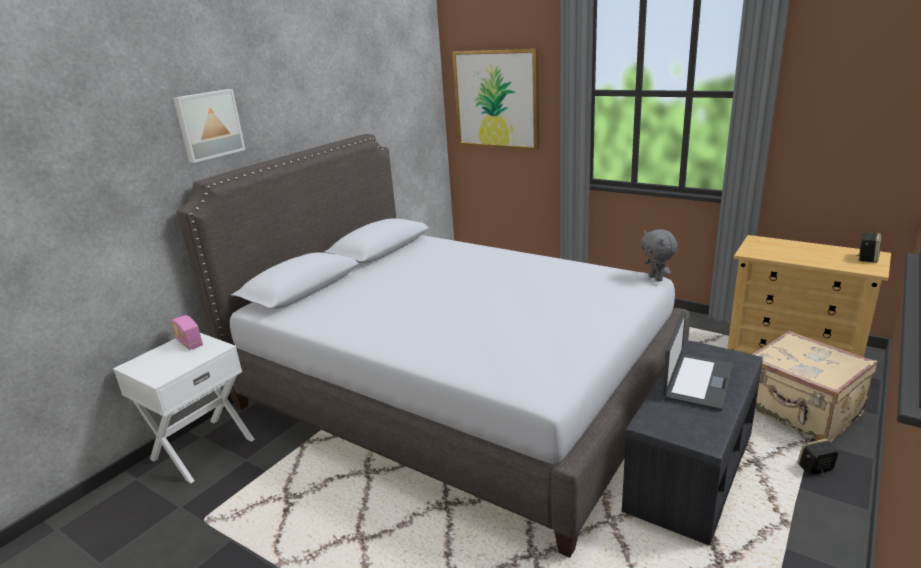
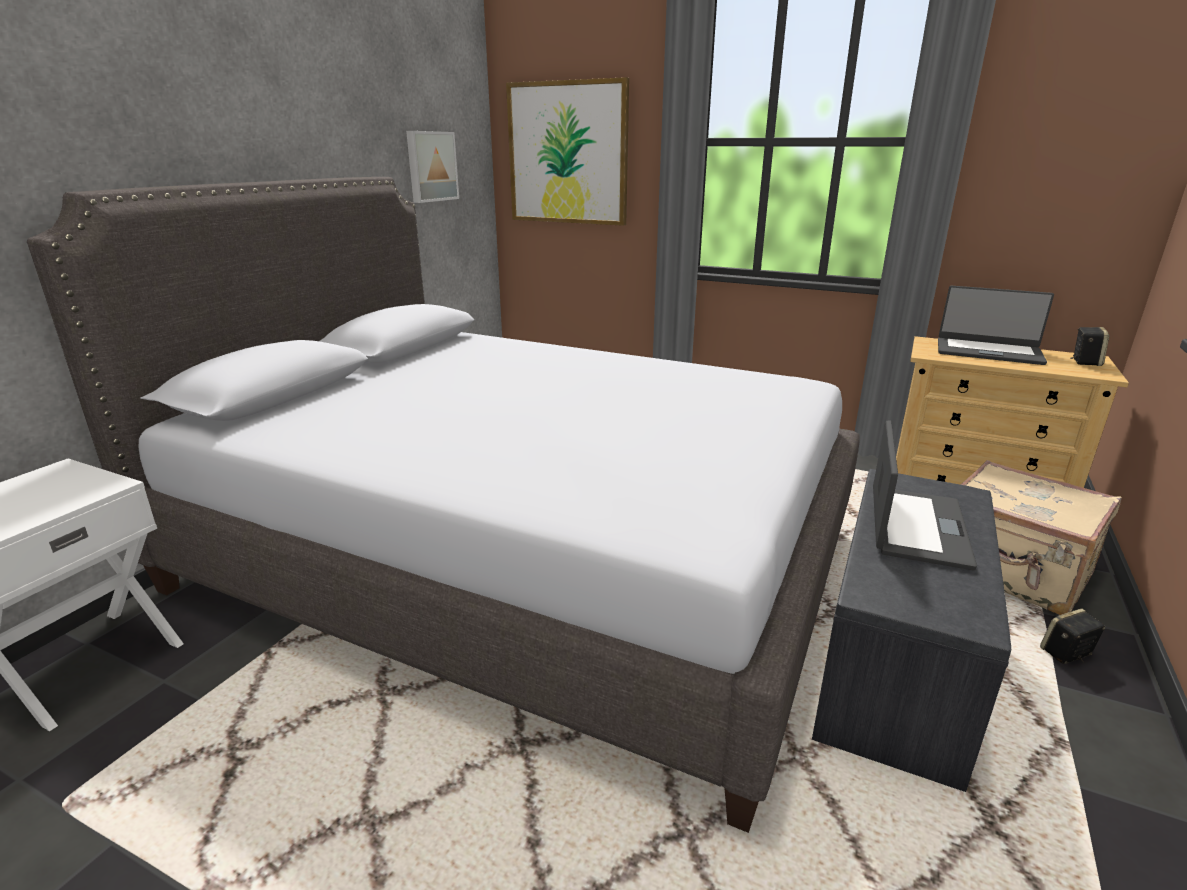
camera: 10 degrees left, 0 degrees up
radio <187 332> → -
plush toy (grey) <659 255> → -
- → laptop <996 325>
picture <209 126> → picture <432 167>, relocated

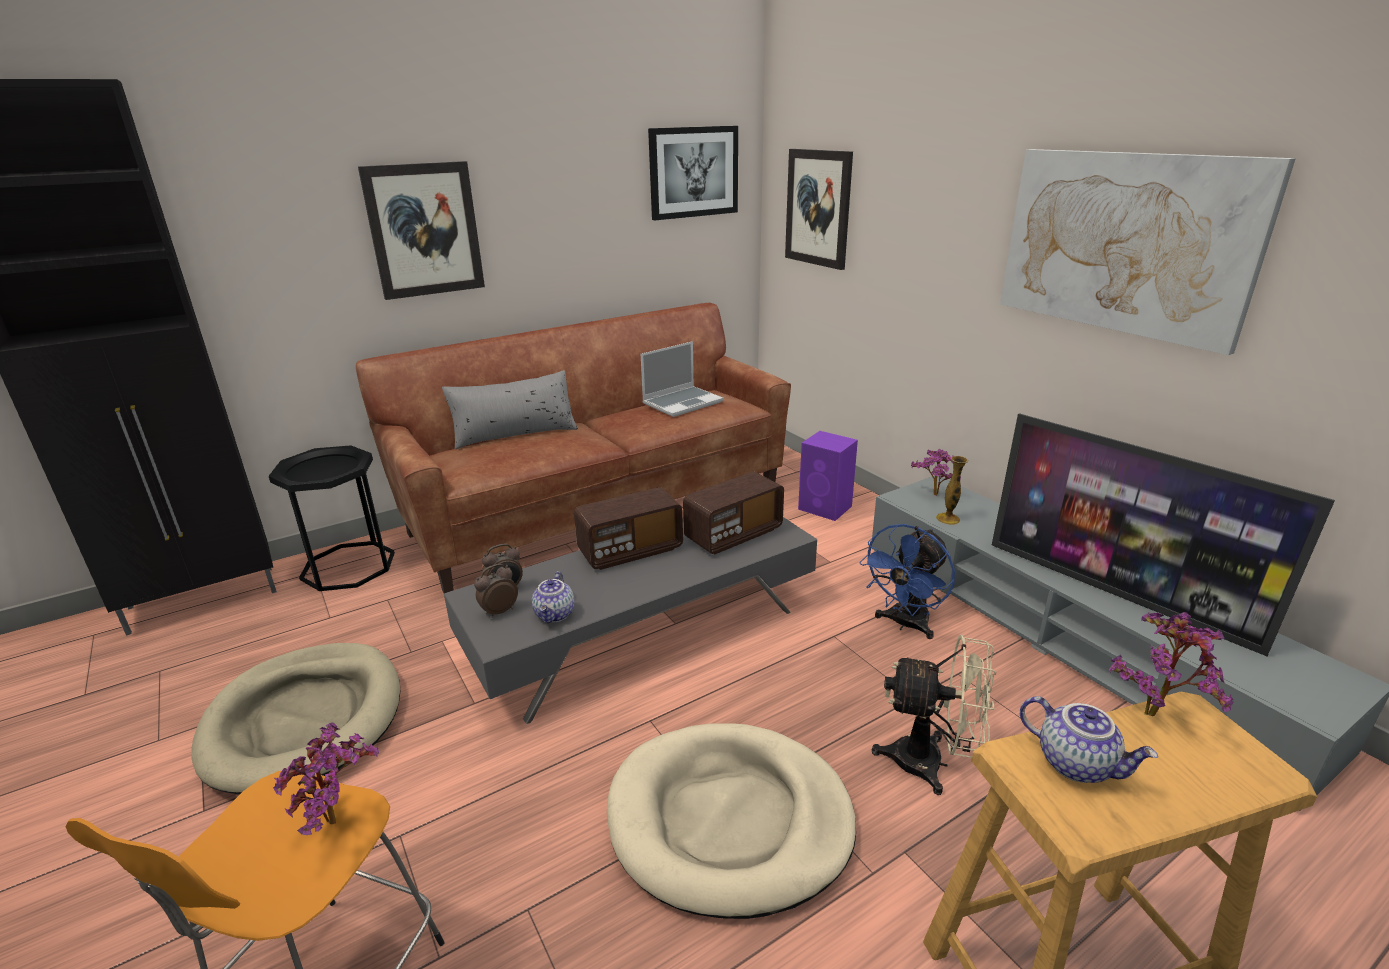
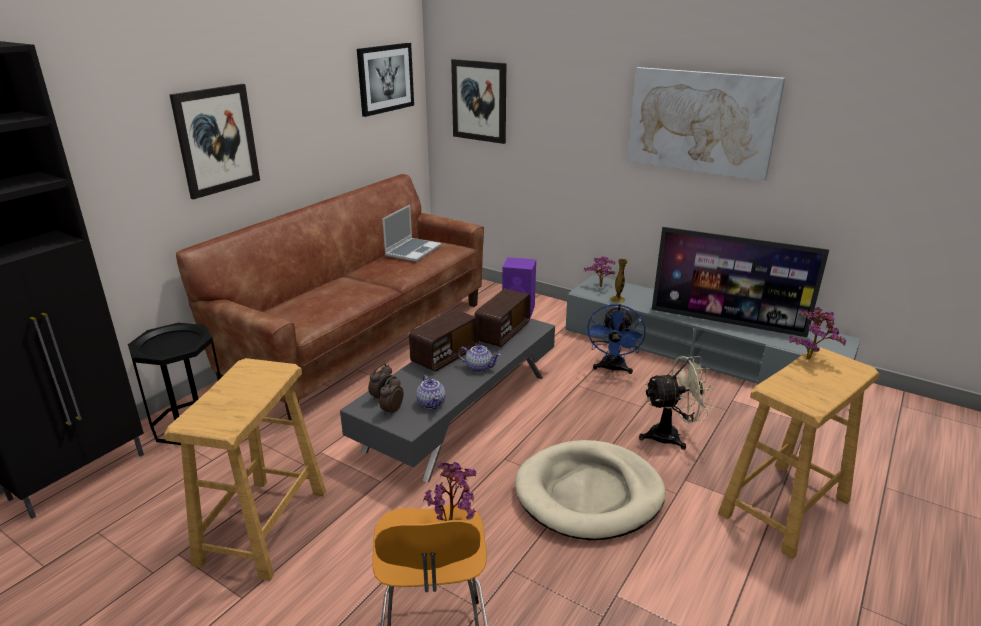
camera: 25 degrees left, 0 degrees up
pillow (grey) <510 409> → -
teapot <1089 739> → teapot <479 358>, relocated
dog bed (beige) <296 719> → stool (beige) <245 469>

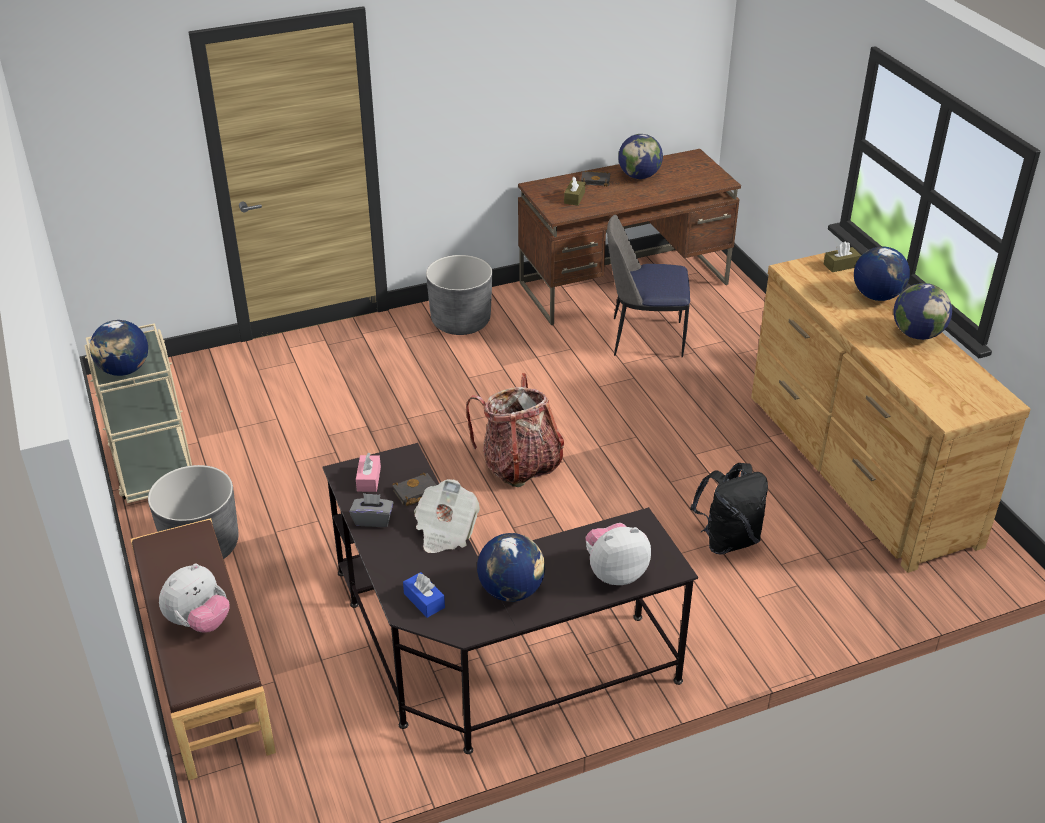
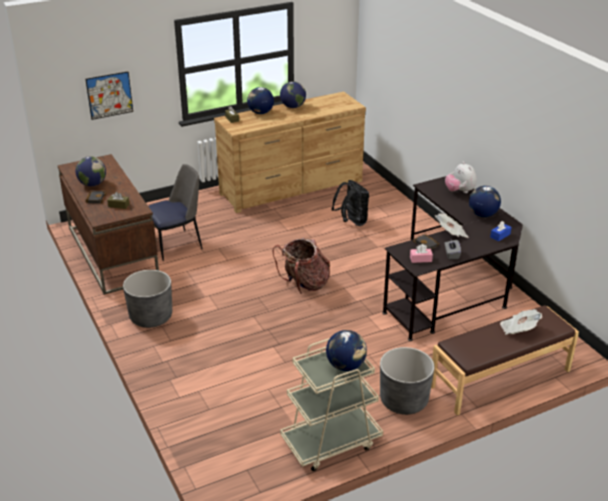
camera: 95 degrees left, 5 degrees down
- → picture <109 95>
plush toy <194 598> → newspaper <521 322>
chair <648 286> → chair <175 213>, 120 degrees counterclockwise

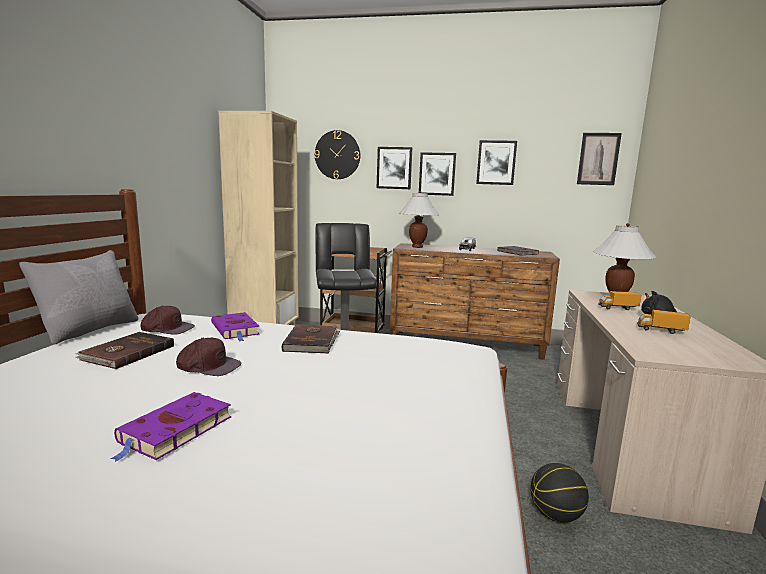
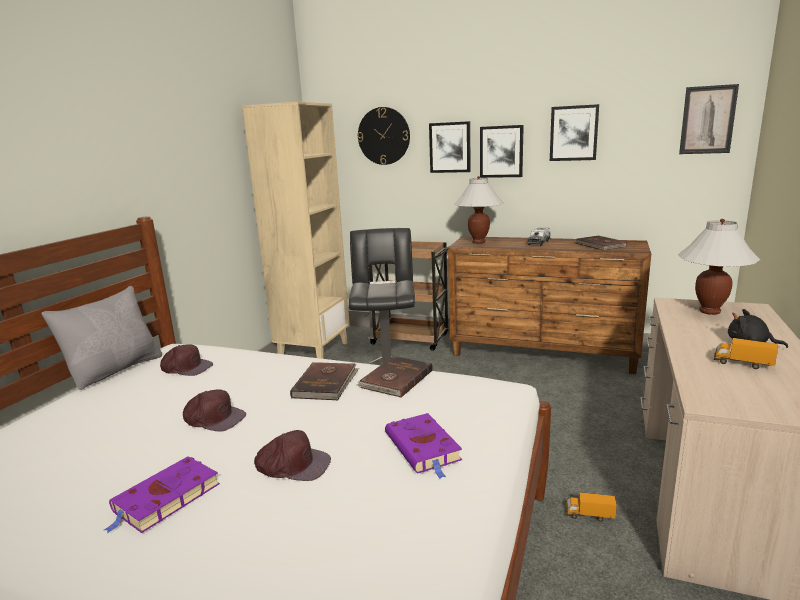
camera: 10 degrees right, 5 degrees up
basketball <559 493> → -
- → cap (brown) <292 455>
book (brown) <124 350> → book (brown) <395 377>, relocated
book (purple) <235 327> → book (purple) <423 446>, relocated
toy truck <619 300> → toy truck <591 507>, relocated

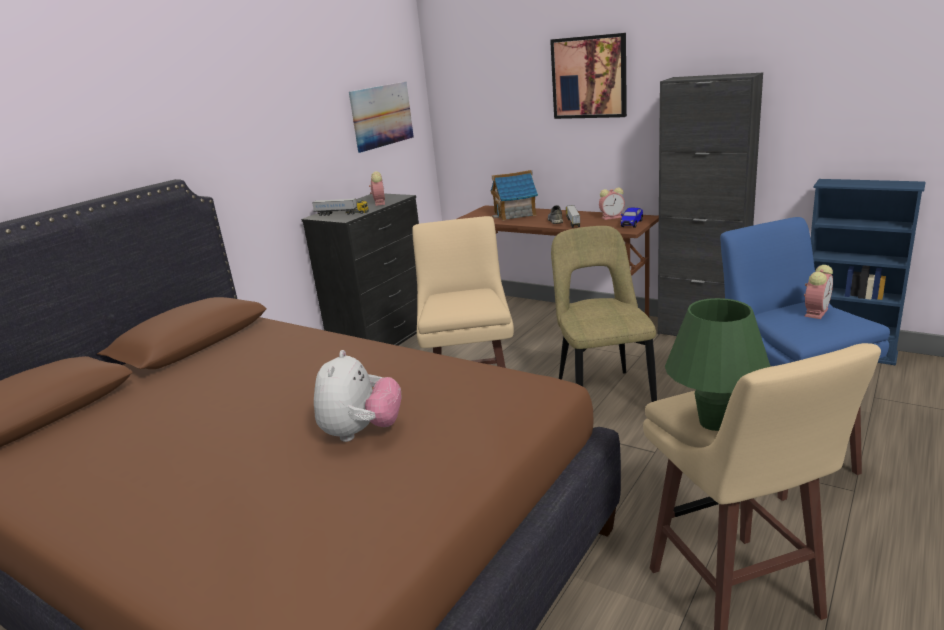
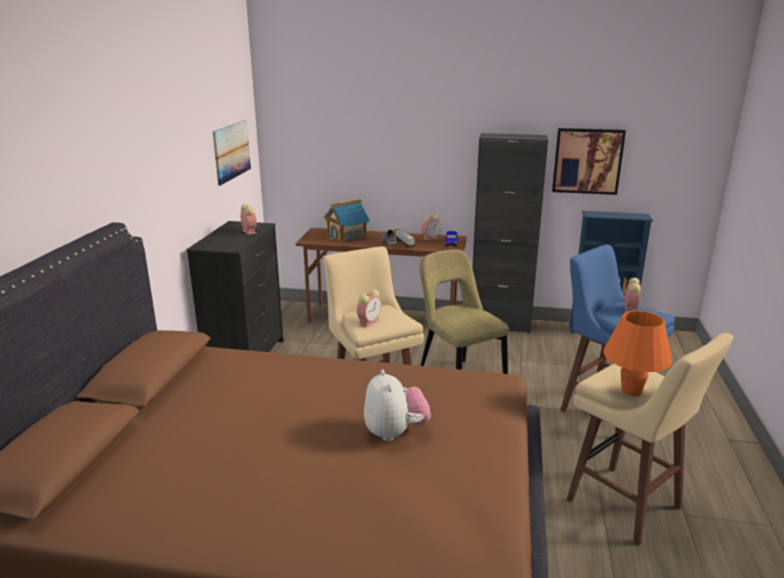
camera: 25 degrees left, 0 degrees up
toy truck <340 207> → -
- → alarm clock <369 308>
picture <588 76> → picture <589 161>, relocated
table lamp (green) <718 364> → table lamp (orange) <637 353>

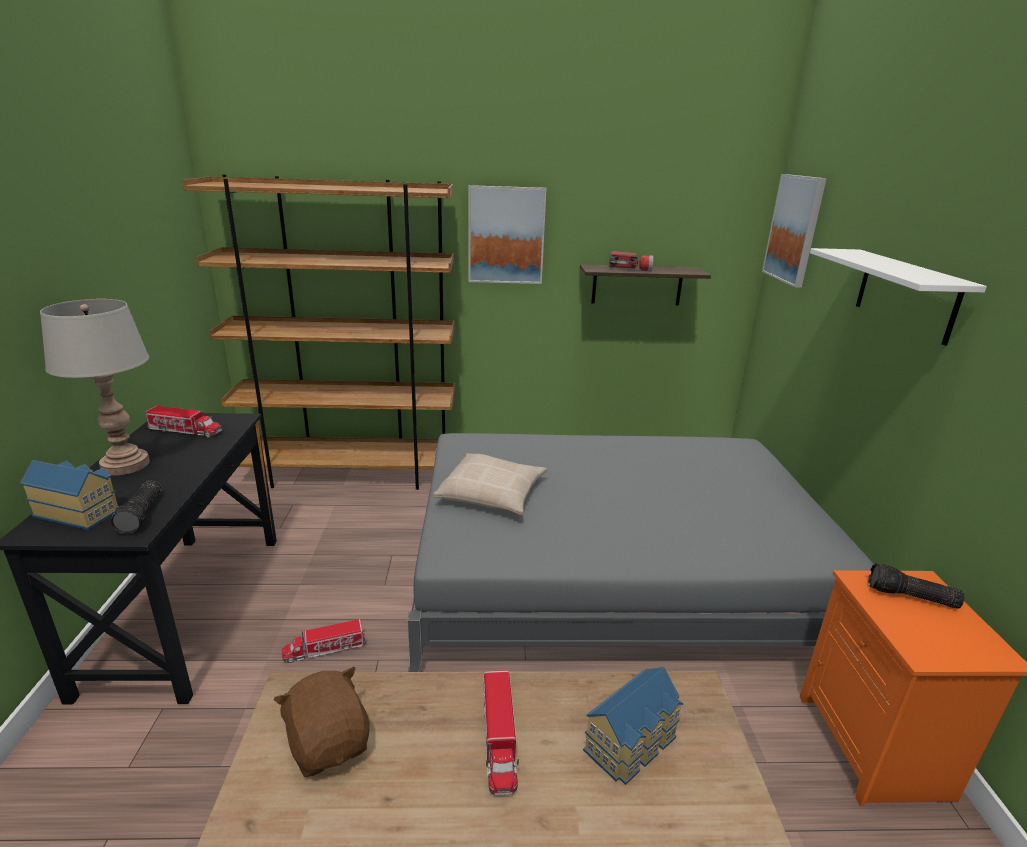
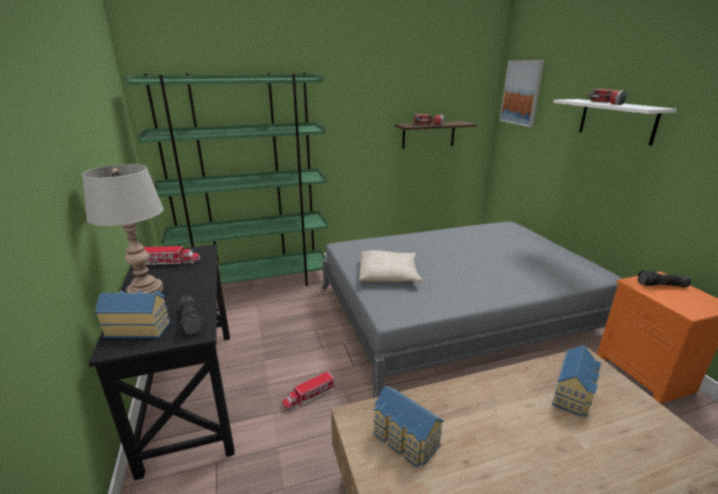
camera: 15 degrees left, 0 degrees up
picture <507 234> → -
toy truck <501 732> → -
- → flashlight <606 97>
plush toy (brown) <321 722> → toy house <408 426>
bookcase (brown) <318 332> → bookcase (green) <226 179>

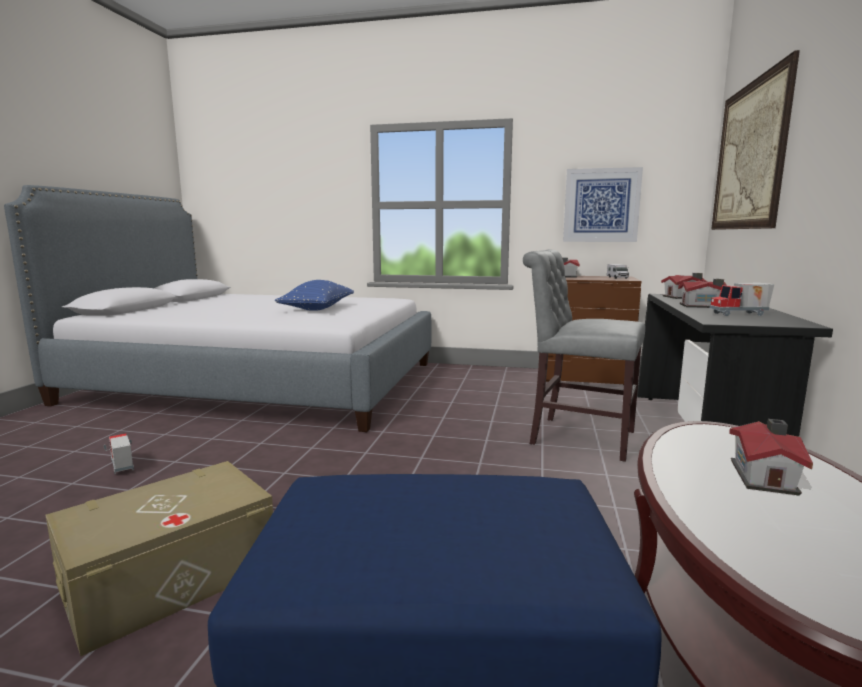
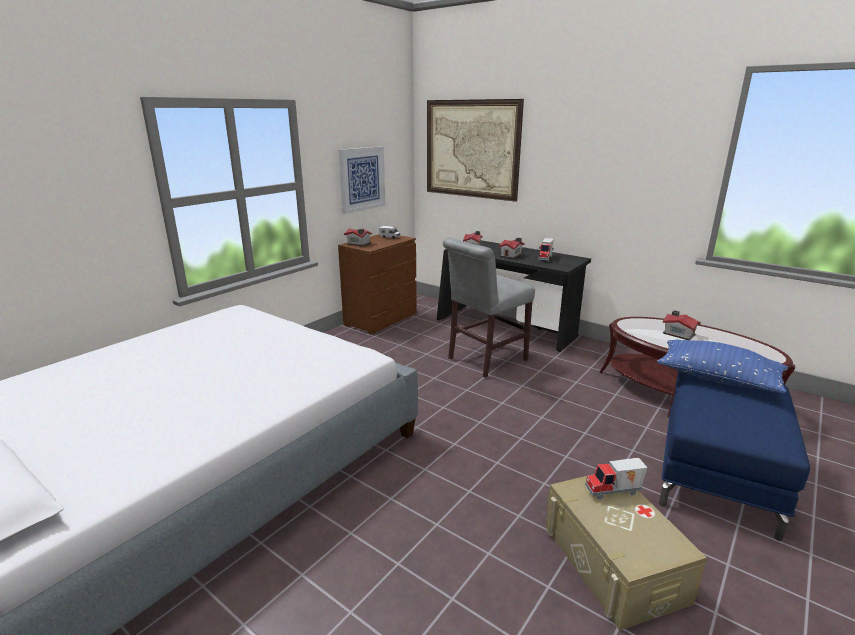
camera: 65 degrees left, 10 degrees up
toy truck <119 454> → toy truck <616 479>, relocated
pillow (blue) <314 295> → pillow (blue) <722 366>, relocated

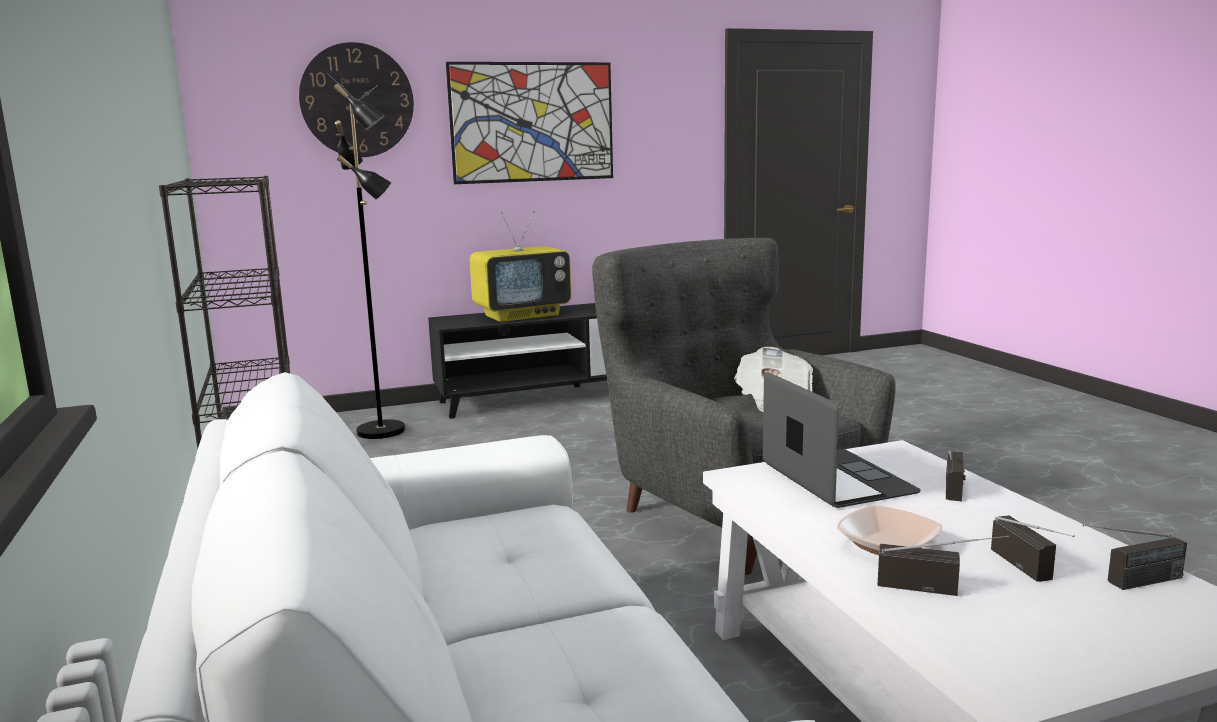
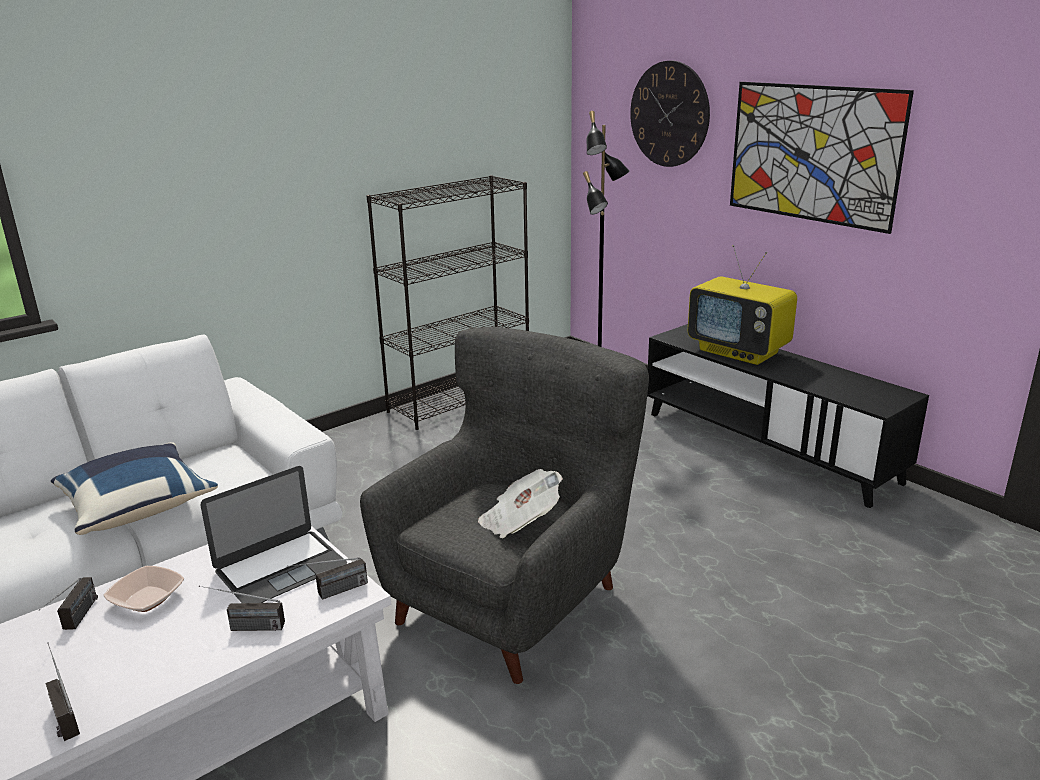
camera: 70 degrees right, 10 degrees up
- → pillow (blue) <134 488>
radio <1032 548> → radio <327 578>, relocated

